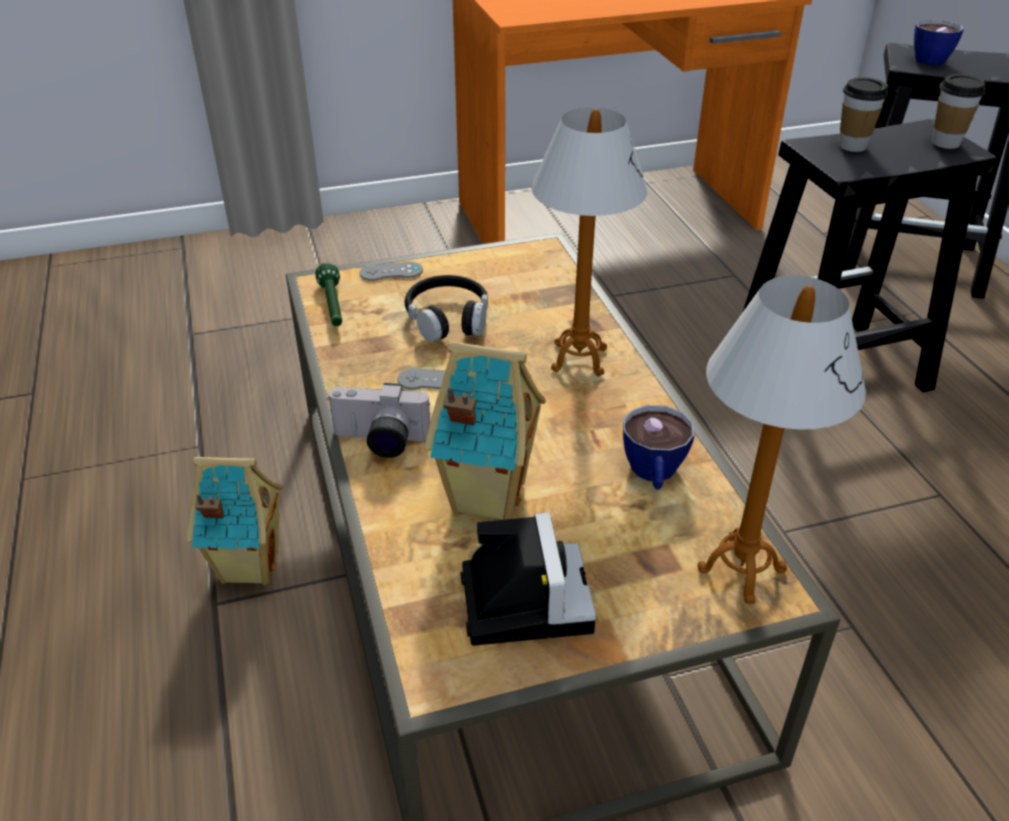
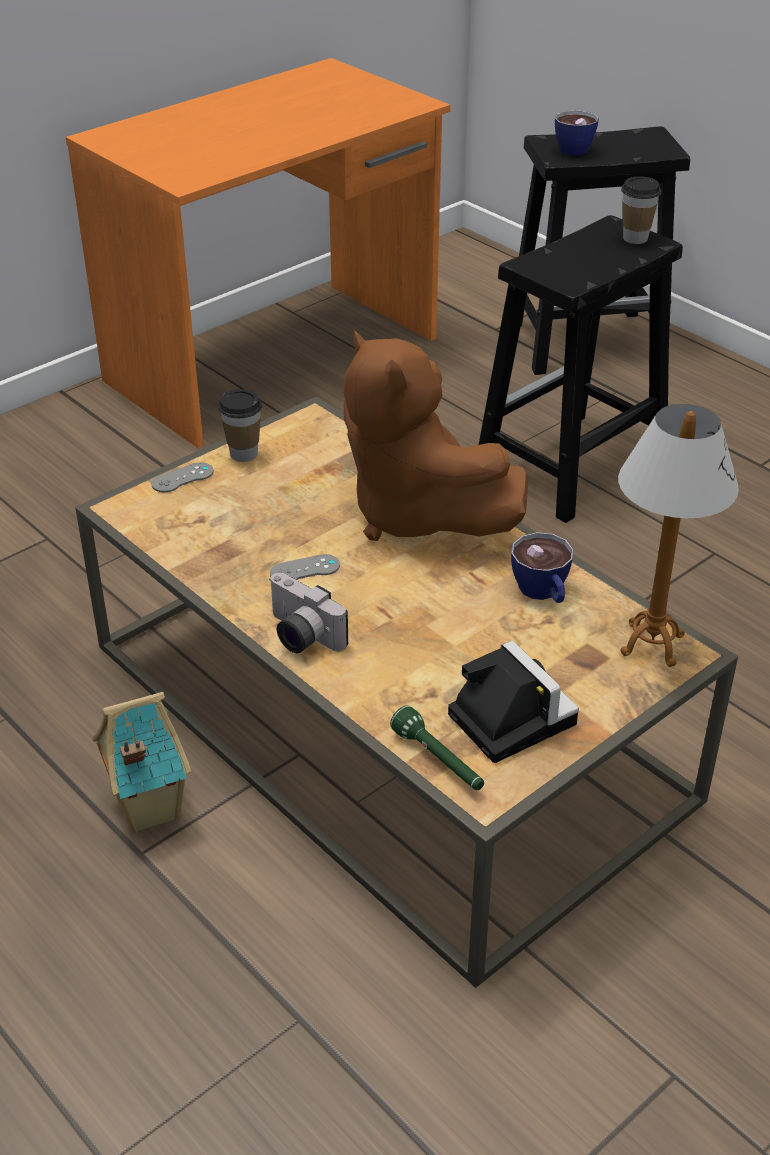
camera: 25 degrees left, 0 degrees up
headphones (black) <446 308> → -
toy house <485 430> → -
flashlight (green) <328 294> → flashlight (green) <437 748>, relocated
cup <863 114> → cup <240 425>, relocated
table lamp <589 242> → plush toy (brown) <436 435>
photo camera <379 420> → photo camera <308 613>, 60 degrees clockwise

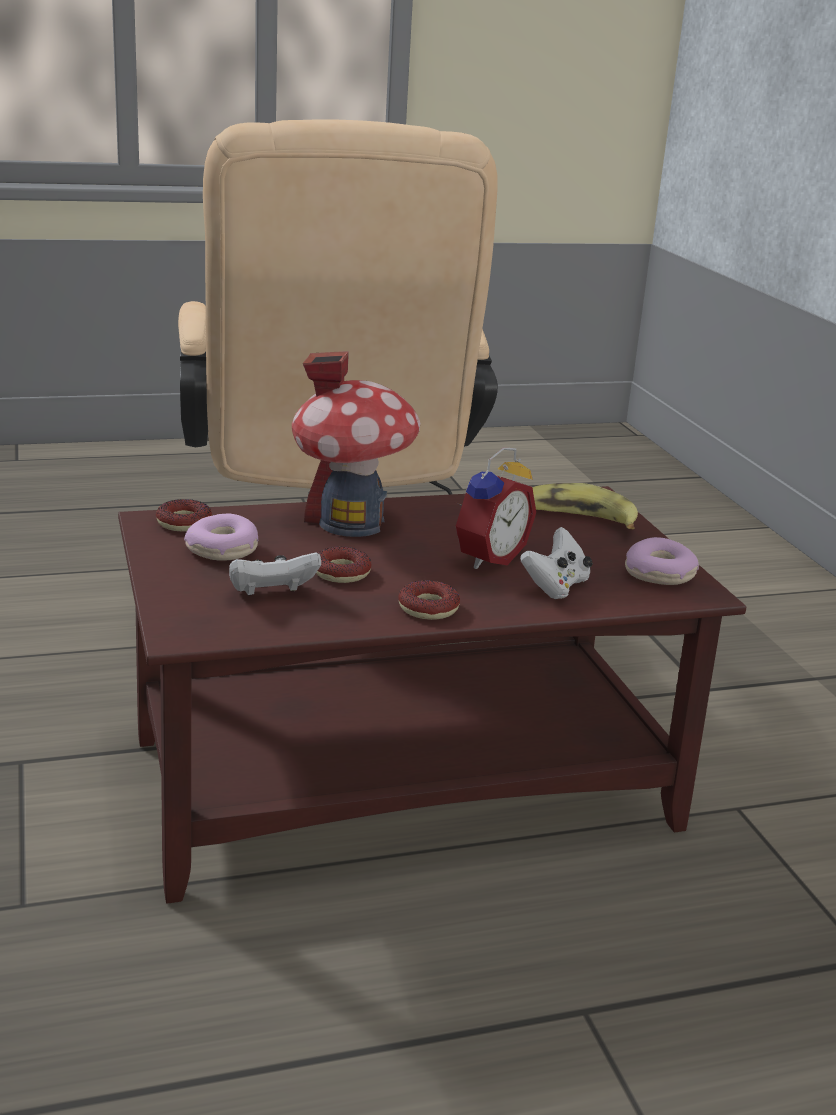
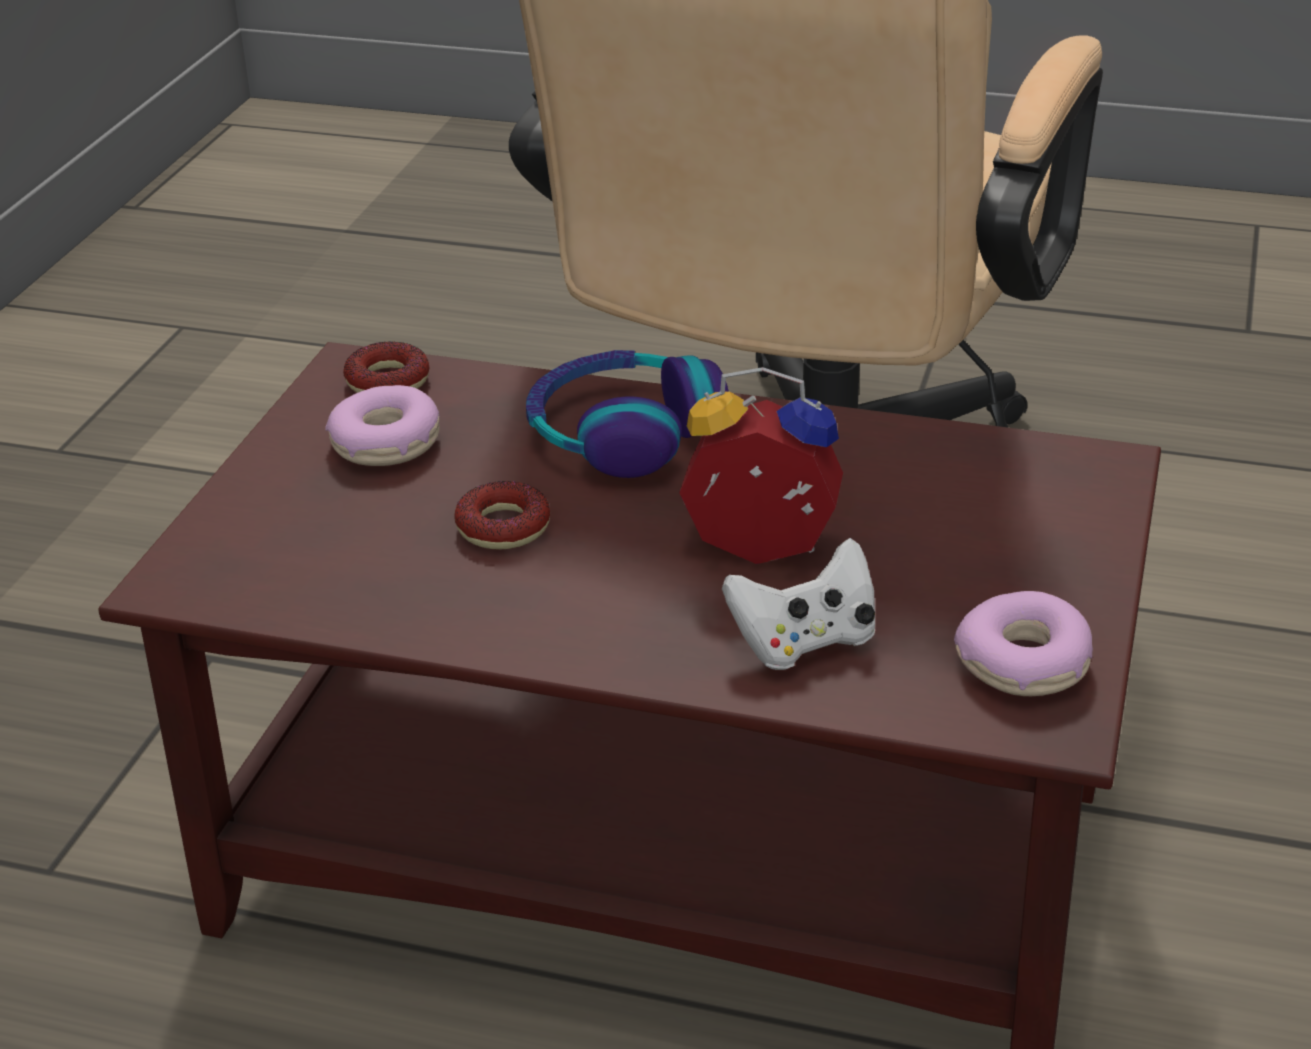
camera: 35 degrees right, 10 degrees up
game controller (white) <275 574> → -
donut <429 600> → -
banana <585 506> → -
toy house <356 444> → headphones <627 414>
alarm clock <495 508> → alarm clock <761 465>, 150 degrees counterclockwise

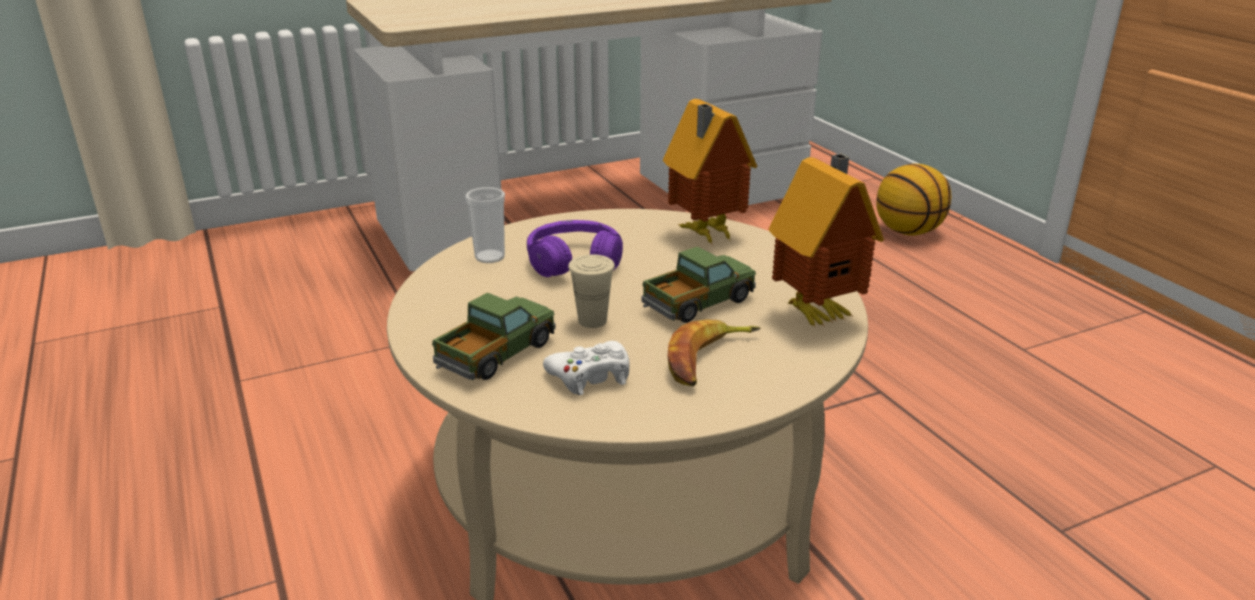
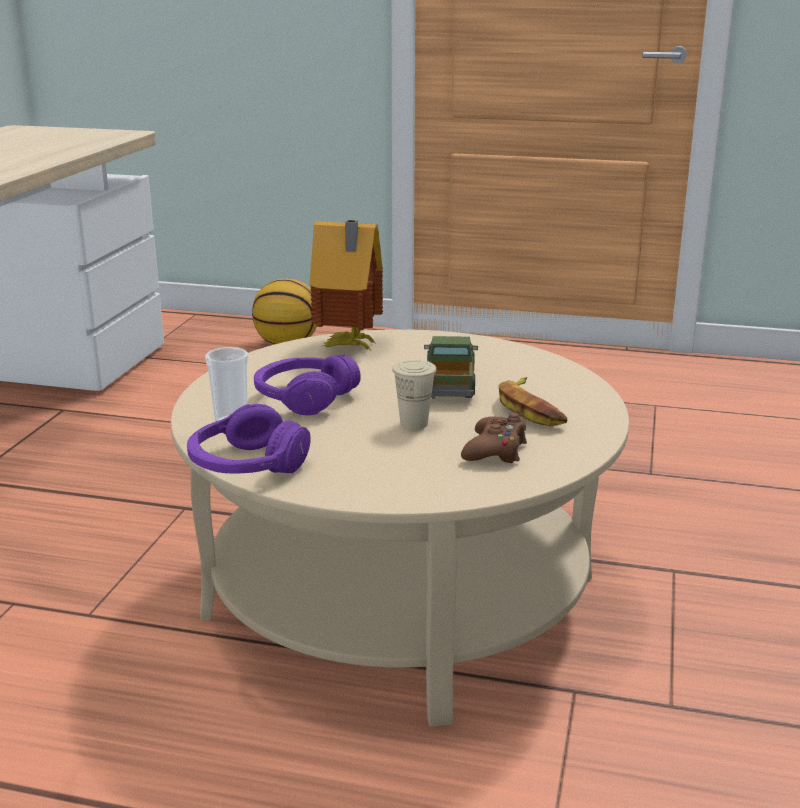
camera: 50 degrees left, 5 degrees down
toy truck <494 336> → -
toy house <826 240> → -
- → headphones (purple) <249 439>
game controller (white) <586 368> → game controller (brown) <494 438>

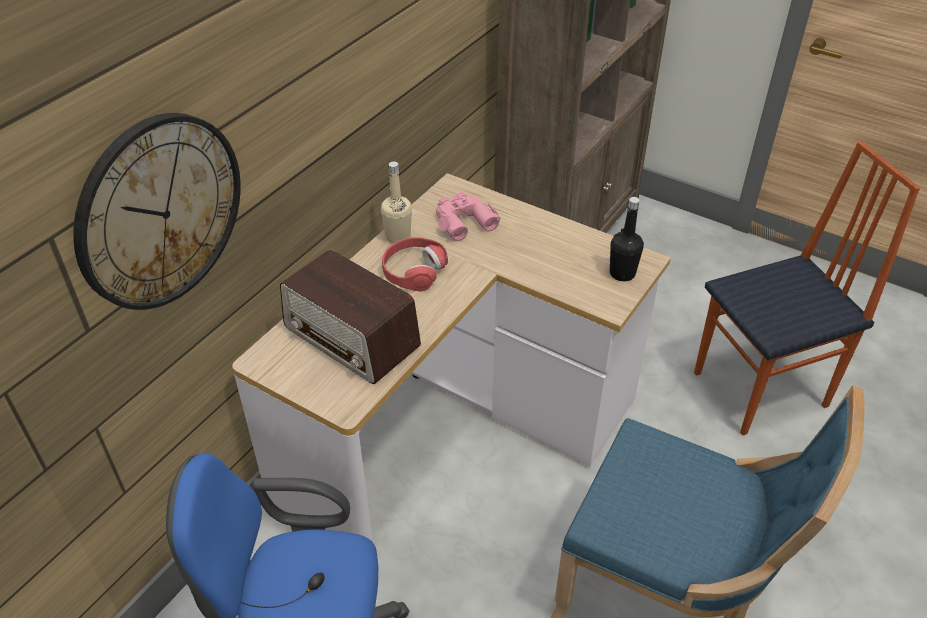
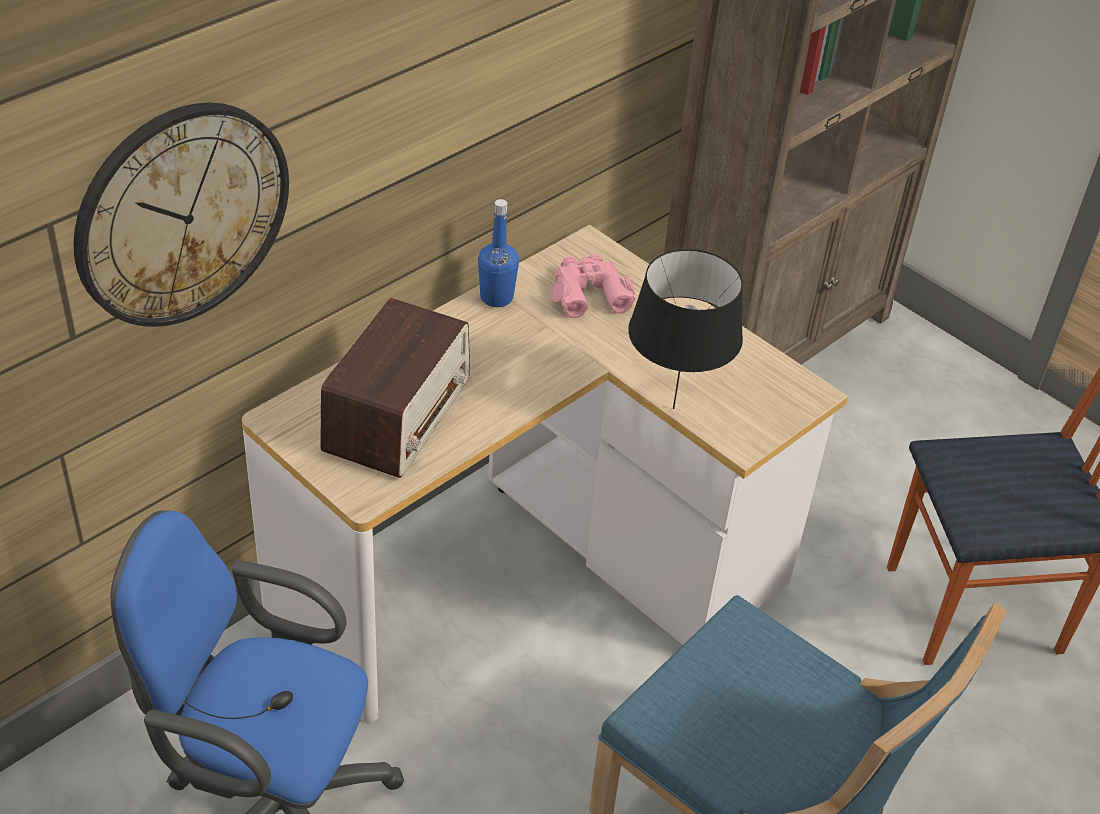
camera: 10 degrees right, 0 degrees up
headphones (red) <415 264> → -
bottle (black) <627 239> → -
- → table lamp (black) <685 329>
bottle (beige) <396 202> → bottle (blue) <498 253>
radio <350 316> → radio <395 388>, 120 degrees counterclockwise

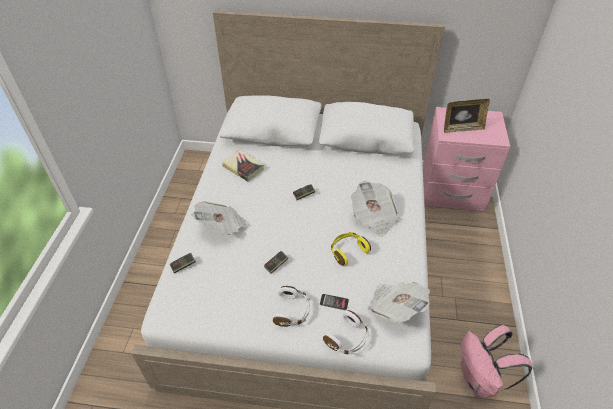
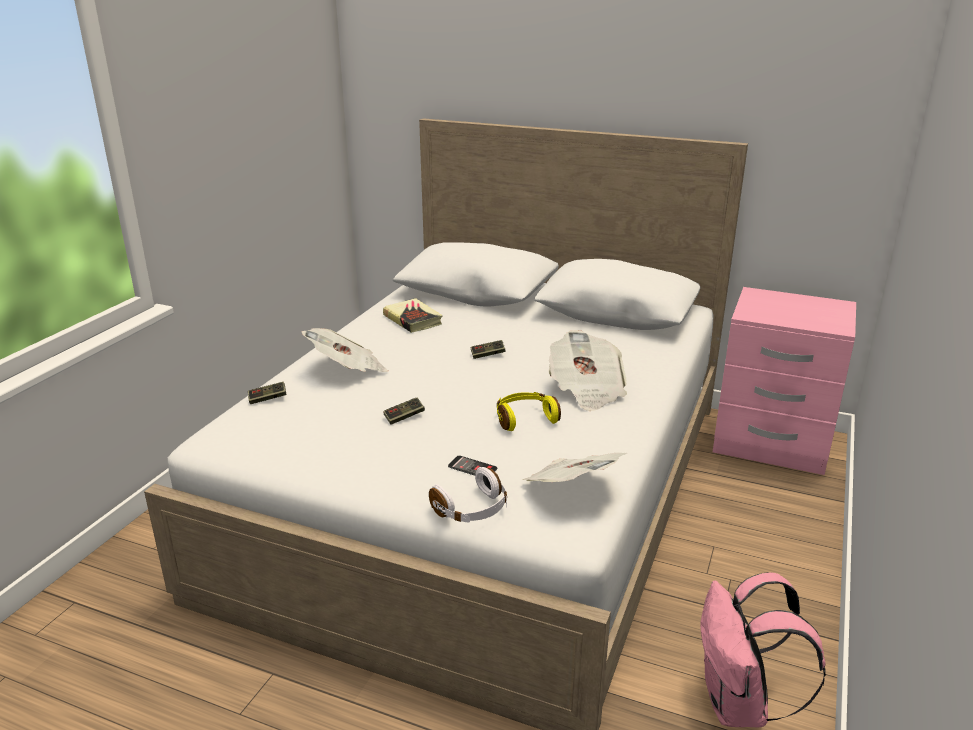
camera: 15 degrees right, 20 degrees down
headphones (white) <291 306> → -
picture frame <467 116> → -

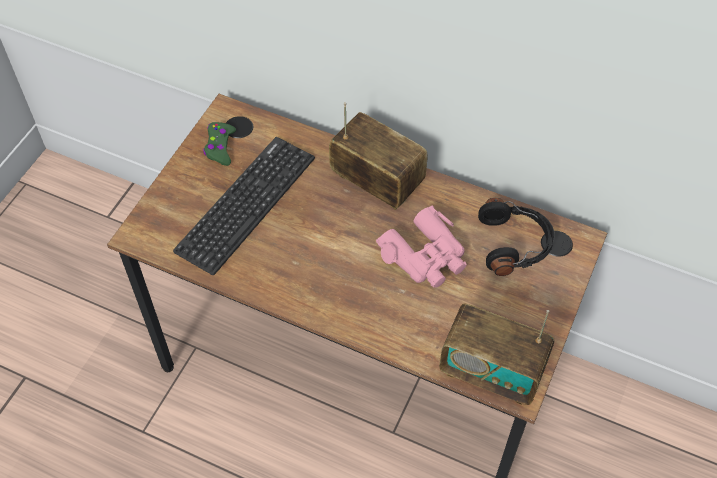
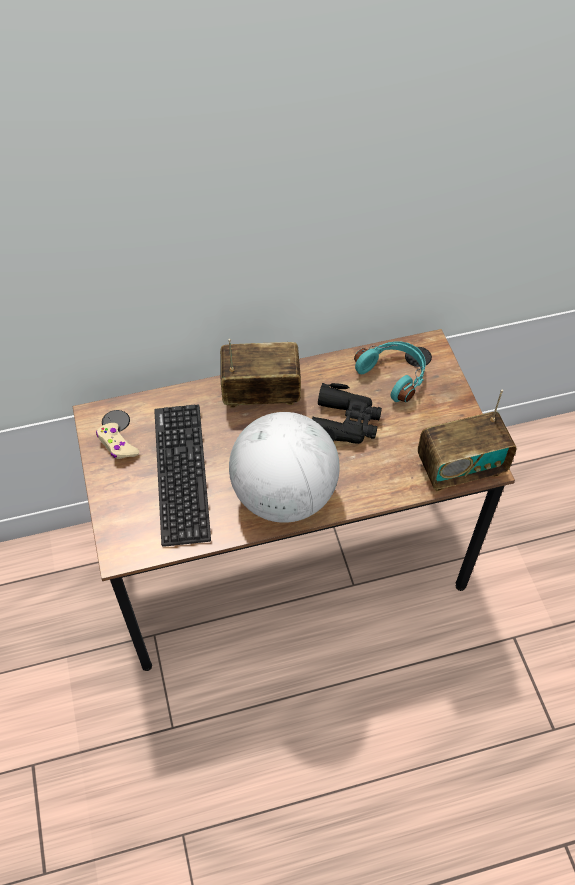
camera: 40 degrees left, 0 degrees up
- → globe <284 467>
game controller (green) <219 144> → game controller (beige) <117 441>
binoculars (pink) <421 247> → binoculars (black) <347 413>
headphones (black) <516 237> → headphones (turquoise) <390 371>

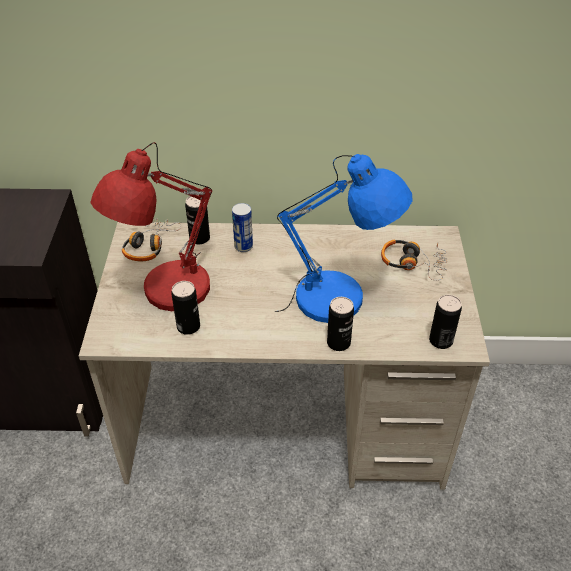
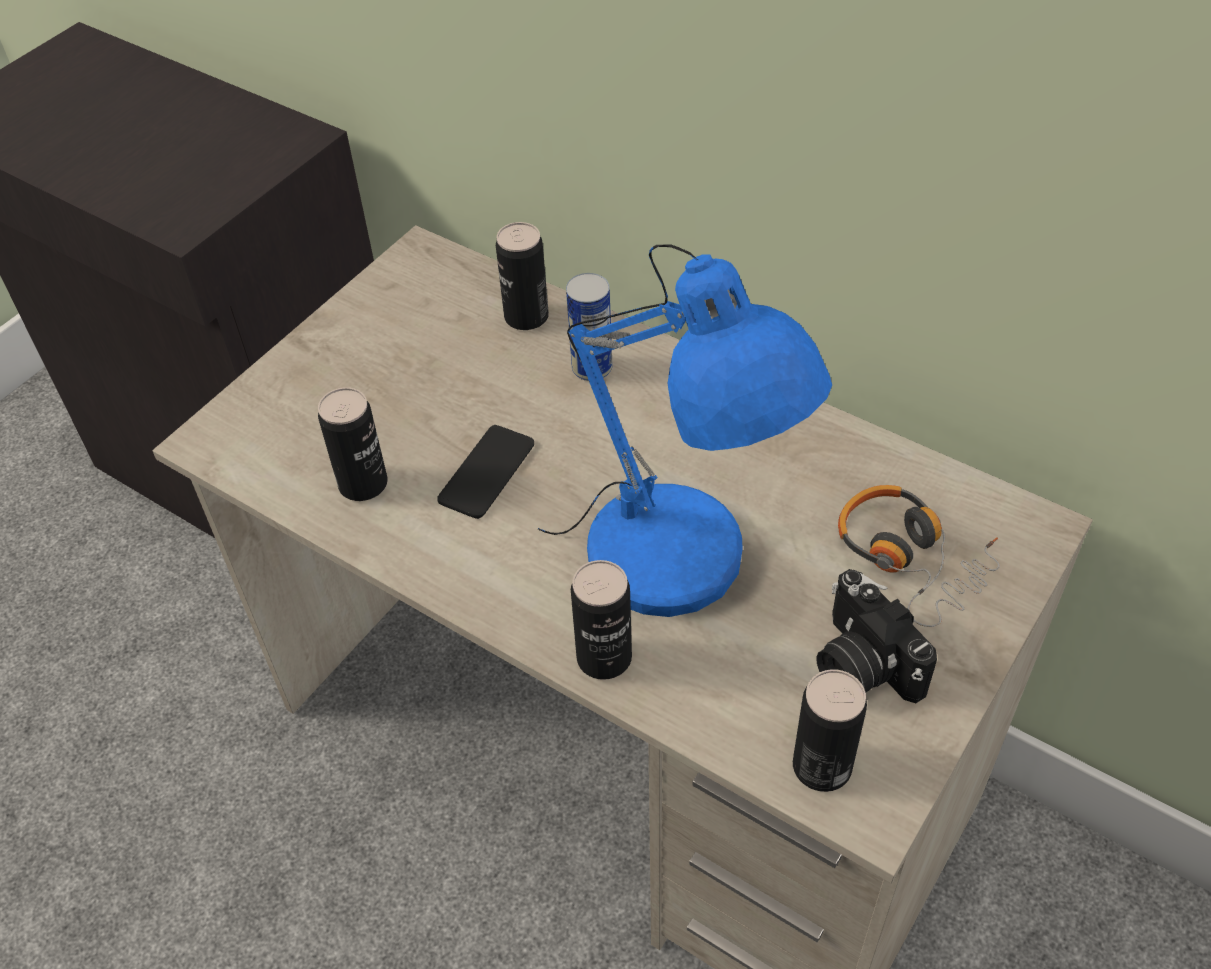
camera: 35 degrees right, 5 degrees up
table lamp (red) <151 226> → -
headphones <151 239> → -
- → phone <485 472>
- → photo camera <876 636>

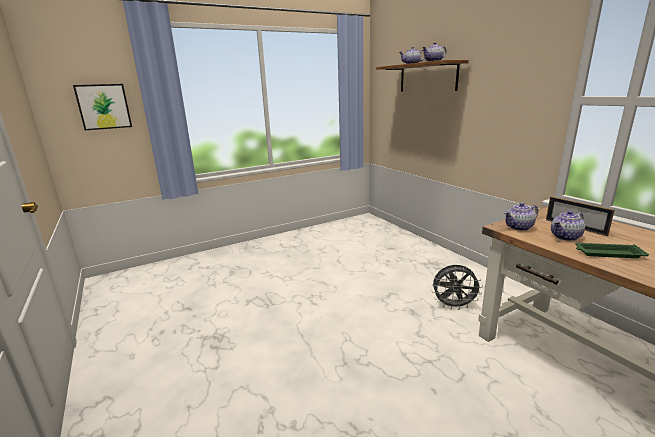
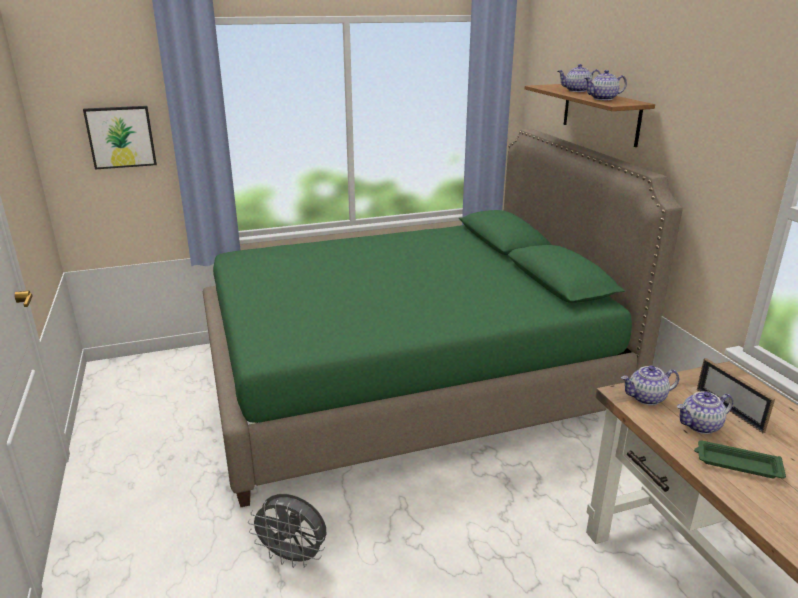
camera: 10 degrees right, 5 degrees up
- → bed (green) <443 318>
fan (grey) <457 287> → fan (grey) <287 531>, relocated

